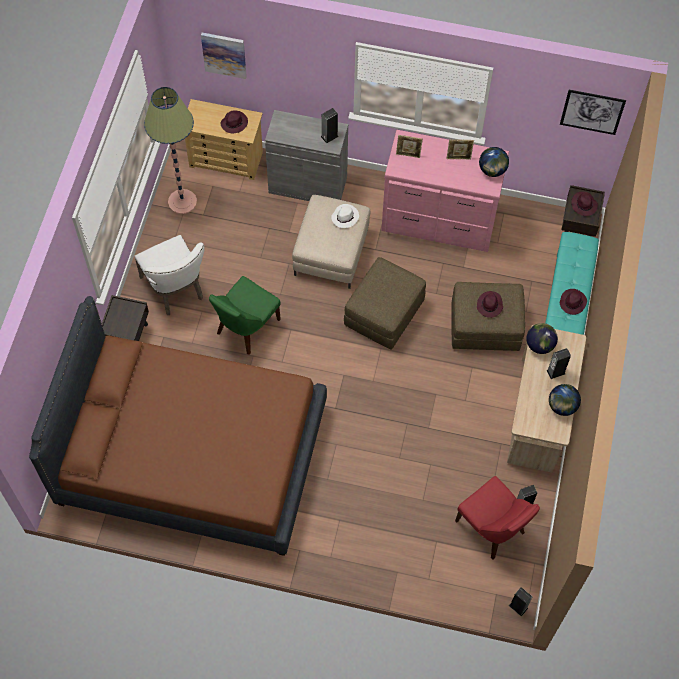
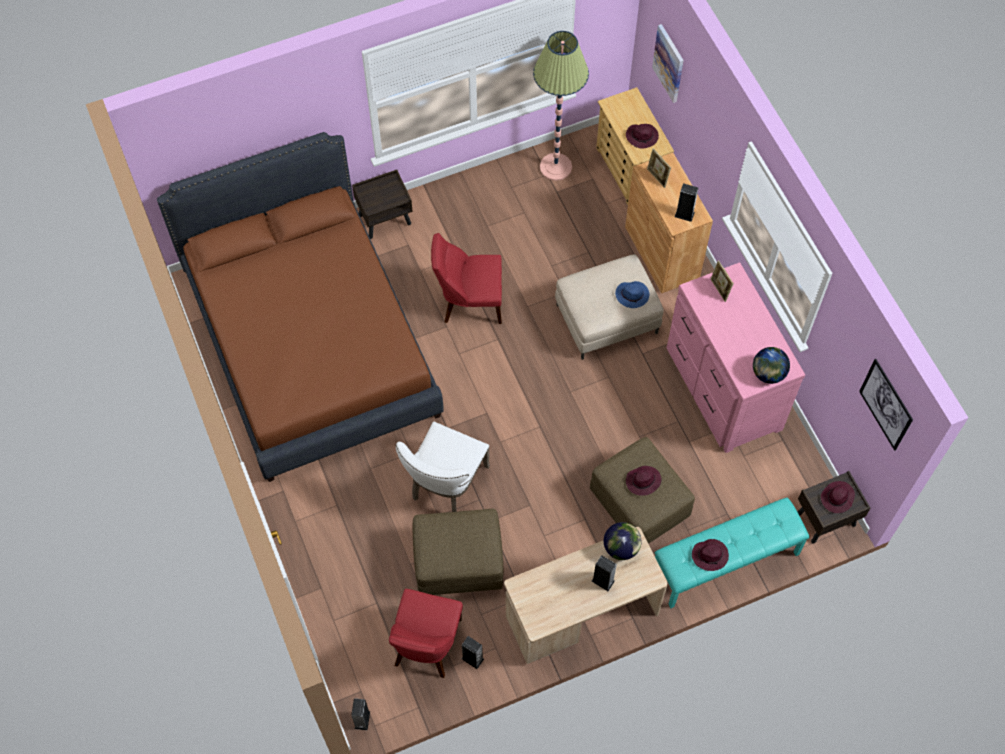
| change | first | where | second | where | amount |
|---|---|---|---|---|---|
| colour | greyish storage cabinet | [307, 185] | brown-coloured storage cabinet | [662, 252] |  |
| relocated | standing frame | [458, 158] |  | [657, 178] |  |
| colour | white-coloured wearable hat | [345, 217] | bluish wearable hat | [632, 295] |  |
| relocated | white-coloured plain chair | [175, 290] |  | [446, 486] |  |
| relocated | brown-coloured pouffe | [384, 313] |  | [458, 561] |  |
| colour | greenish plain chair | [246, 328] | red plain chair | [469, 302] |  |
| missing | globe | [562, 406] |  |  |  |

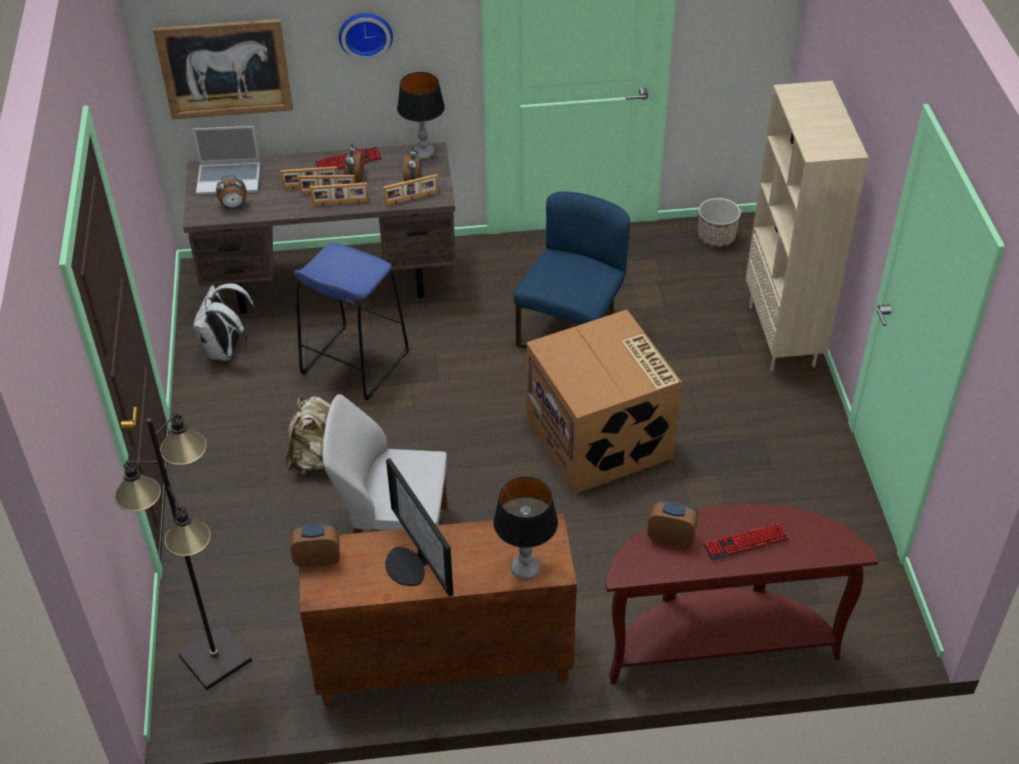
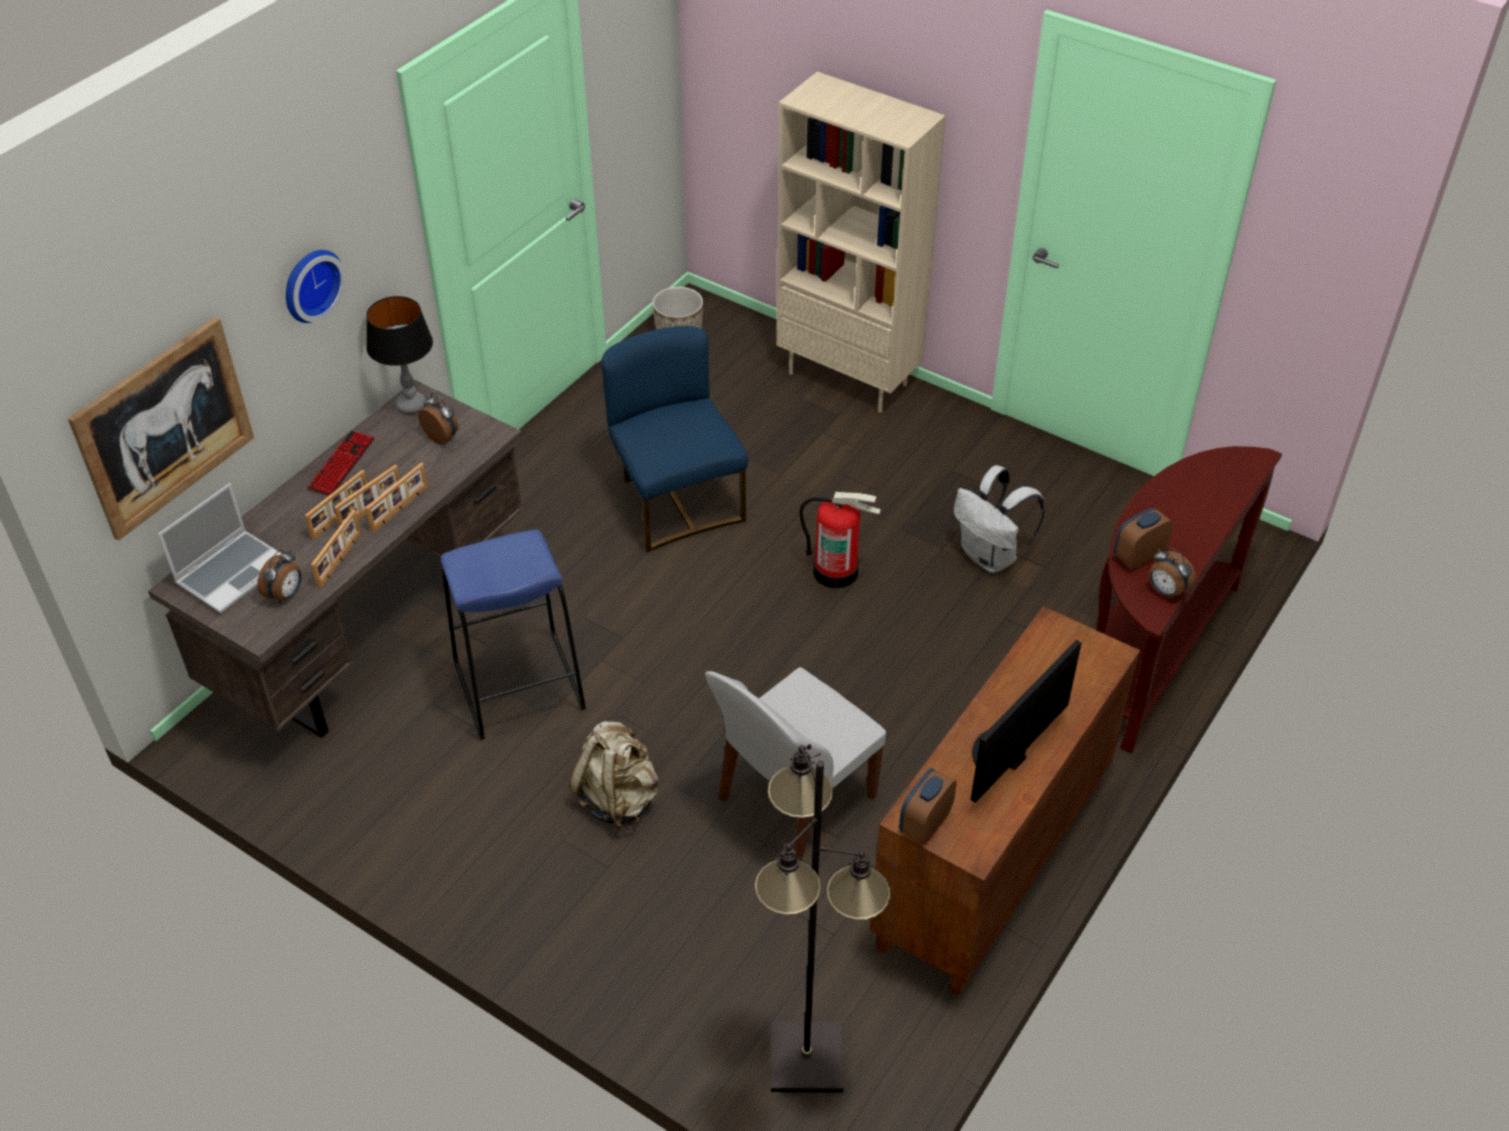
| change | first | where | second | where | amount |
|---|---|---|---|---|---|
| relocated | table clock | [355, 178] |  | [1166, 591] |  |
| relocated | standing frame | [412, 199] |  | [340, 560] |  |
| relocated | white-coloured rucksack | [226, 351] |  | [991, 557] |  |
| exchanged | packing box | [601, 439] | fire extinguisher | [836, 571] |  |
| spun | computer display | [411, 565] |  | [1003, 754] | 120 degrees clockwise |
| missing | lamp for a table | [525, 568] |  |  |  |
| missing | computer keyboard | [745, 543] |  |  |  |

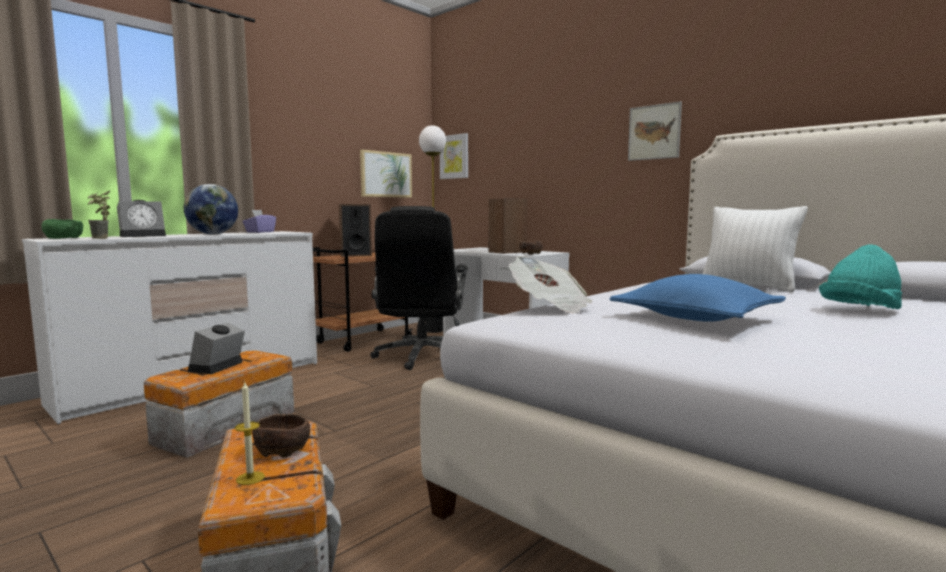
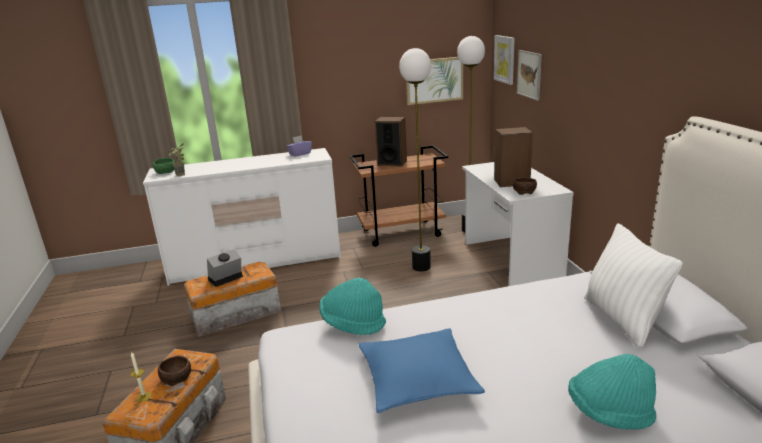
| change | first | where | second | where | amount |
|---|---|---|---|---|---|
| relocated | wall art | [654, 132] |  | [529, 74] |  |
| missing | globe | [212, 234] |  |  |  |
| missing | table clock | [144, 236] |  |  |  |
| exchanged | black-coloured office chair | [421, 357] | floor lamp | [421, 267] |  |
| exchanged | daily paper | [550, 306] | turquoise wearable hat | [353, 323] |  |

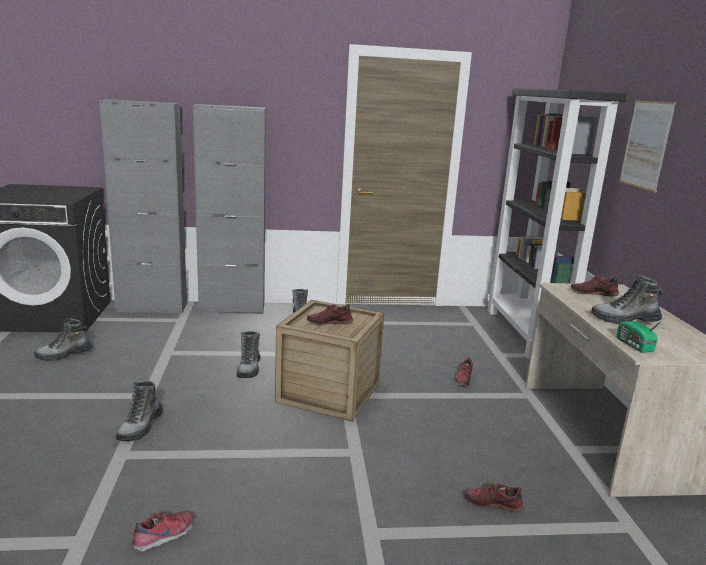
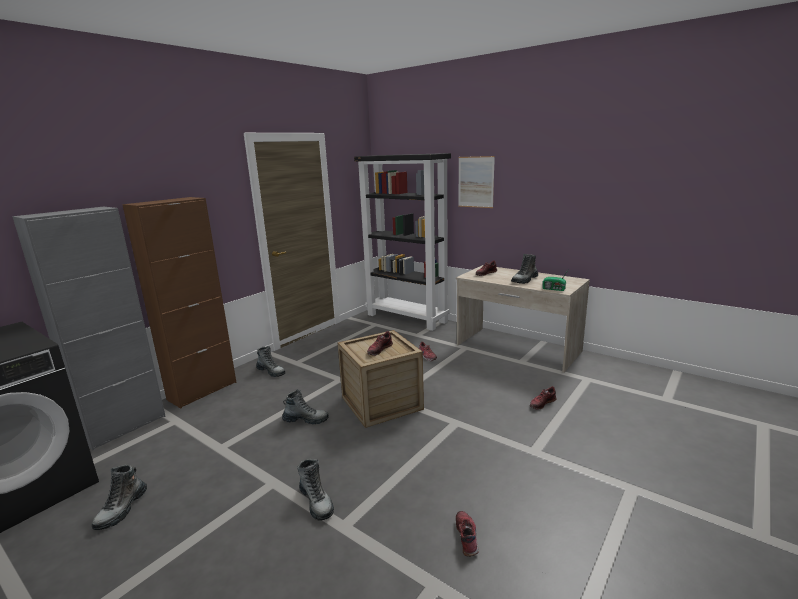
| change | first | where | second | where | amount |
|---|---|---|---|---|---|
| colour | greyish storage cabinet | [232, 308] | brown-coloured storage cabinet | [202, 391] |  |
| spun | tall boot | [249, 368] |  | [306, 420] | 45 degrees counterclockwise |

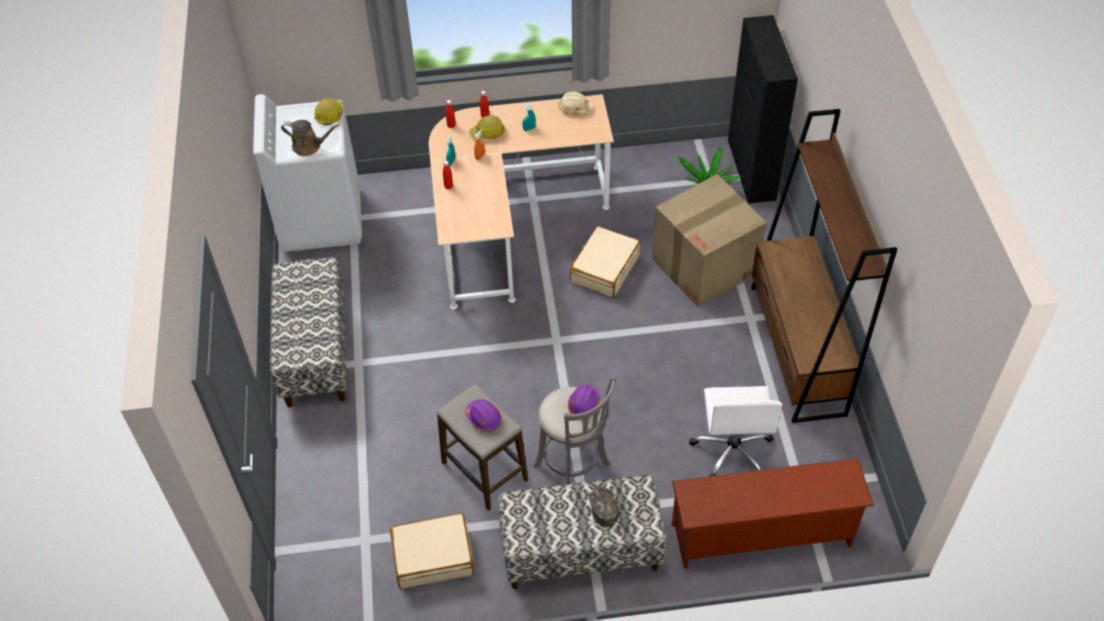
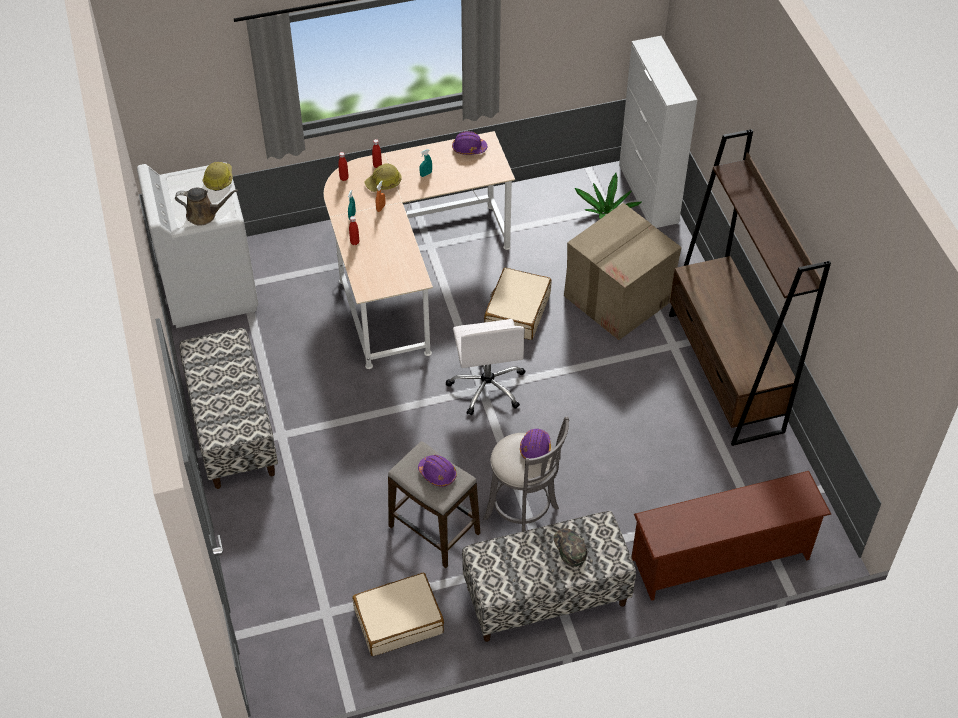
| change | first | where | second | where | amount |
|---|---|---|---|---|---|
| colour | black-coloured storage cabinet | [751, 170] | white-coloured storage cabinet | [648, 194] |  |
| colour | sand-coloured safety helmet | [575, 108] | purplish safety helmet | [469, 148] |  |
| relocated | white-coloured office chair | [732, 450] |  | [487, 386] |  |

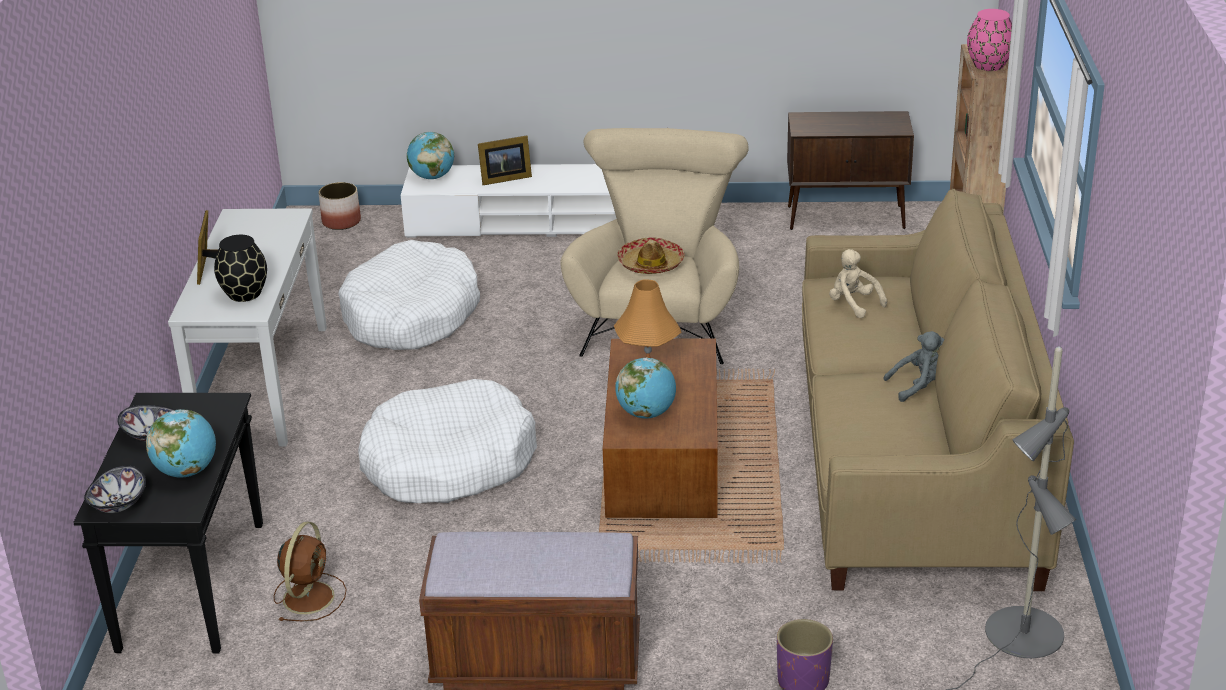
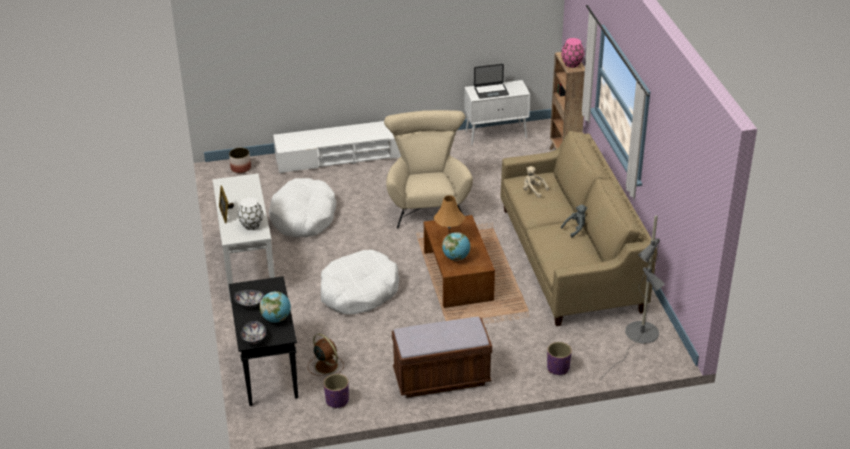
| change | first | where | second | where | amount |
|---|---|---|---|---|---|
| colour | brown-coloured storage cabinet | [847, 217] | white-coloured storage cabinet | [496, 135] |  |
| missing | globe | [432, 177] |  |  |  |
| missing | standing frame | [503, 178] |  |  |  |
| colour | black-coloured vase | [245, 293] | white-coloured vase | [252, 225] |  |
| missing | wearable hat | [651, 264] |  |  |  |
| spun | brown-coloured fan | [309, 596] |  | [325, 365] | 45 degrees counterclockwise |
| appeared |  |  | laptop | [491, 91] |  |
| appeared |  |  | purplish plant pot | [337, 401] |  |

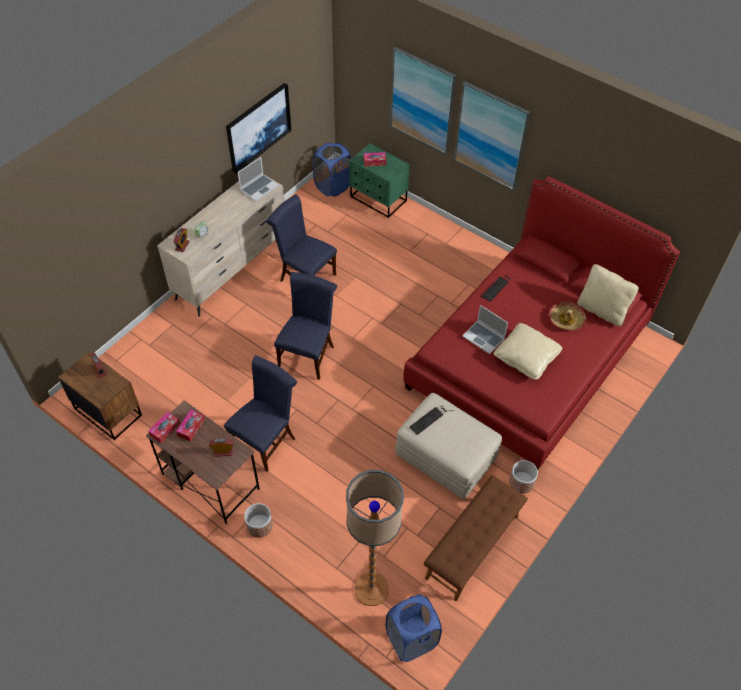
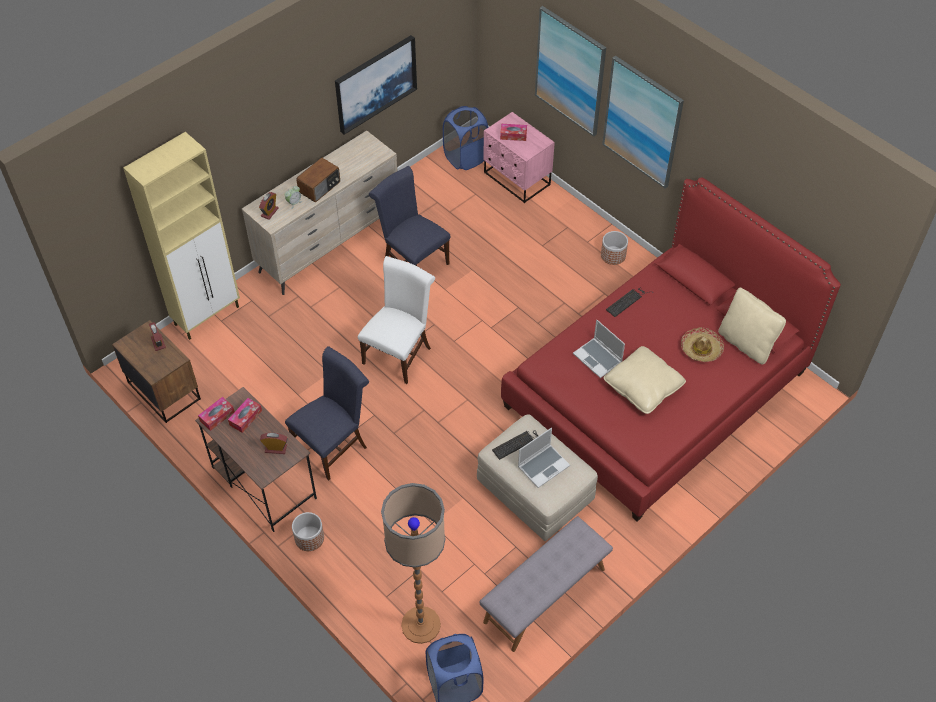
| change | first | where | second | where | amount |
|---|---|---|---|---|---|
| colour | greenish night table | [378, 199] | pink night table | [516, 179] |  |
| relocated | laptop | [259, 188] |  | [543, 466] |  |
| colour | bluish plain chair | [308, 354] | white-coloured plain chair | [399, 353] |  |
| relocated | plant pot | [521, 482] |  | [613, 255] |  |
| colour | brown-coloured long seat | [473, 547] | greyish long seat | [545, 596] |  |
| appeared |  |  | sand-coloured storage cabinet | [208, 315] |  |
| appeared |  |  | radio set | [320, 187] |  |

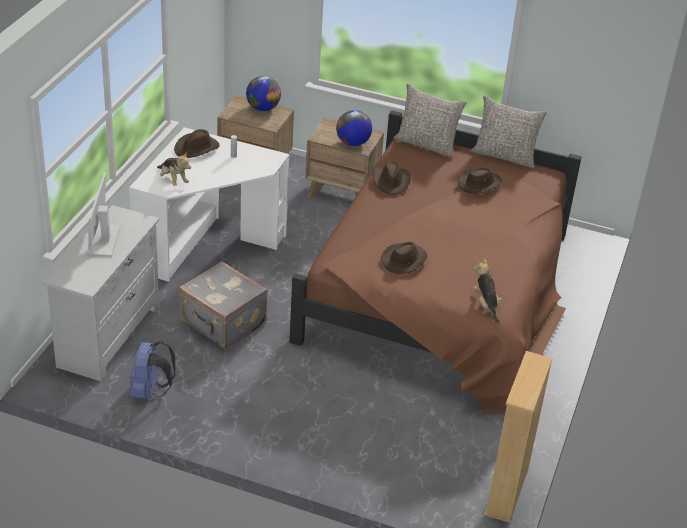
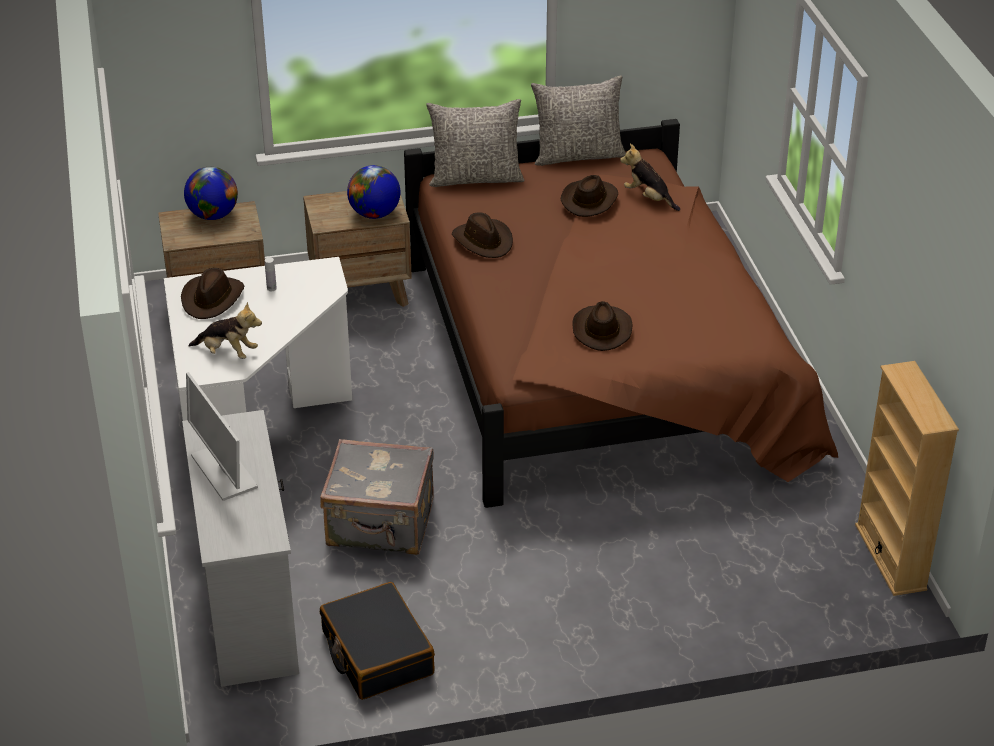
| change | first | where | second | where | amount |
|---|---|---|---|---|---|
| relocated | soft toy | [485, 304] |  | [648, 198] |  |
| exchanged | bluish rucksack | [150, 391] | black-coloured piece of luggage | [376, 653] |  |

